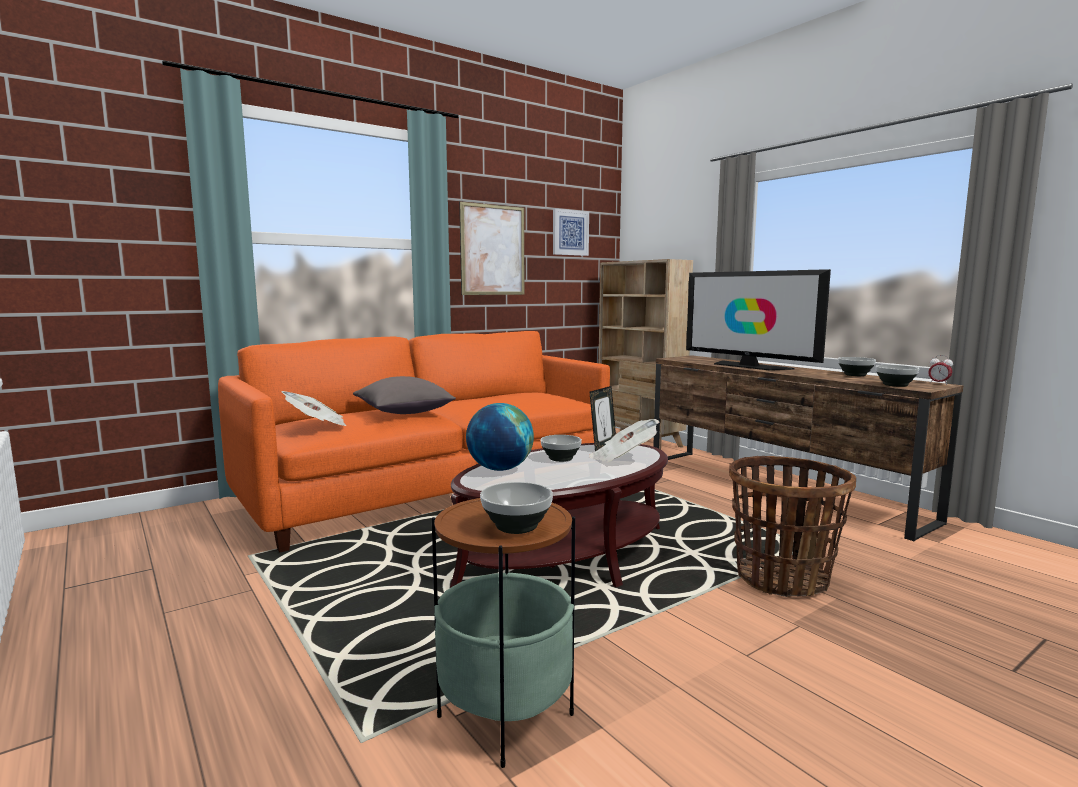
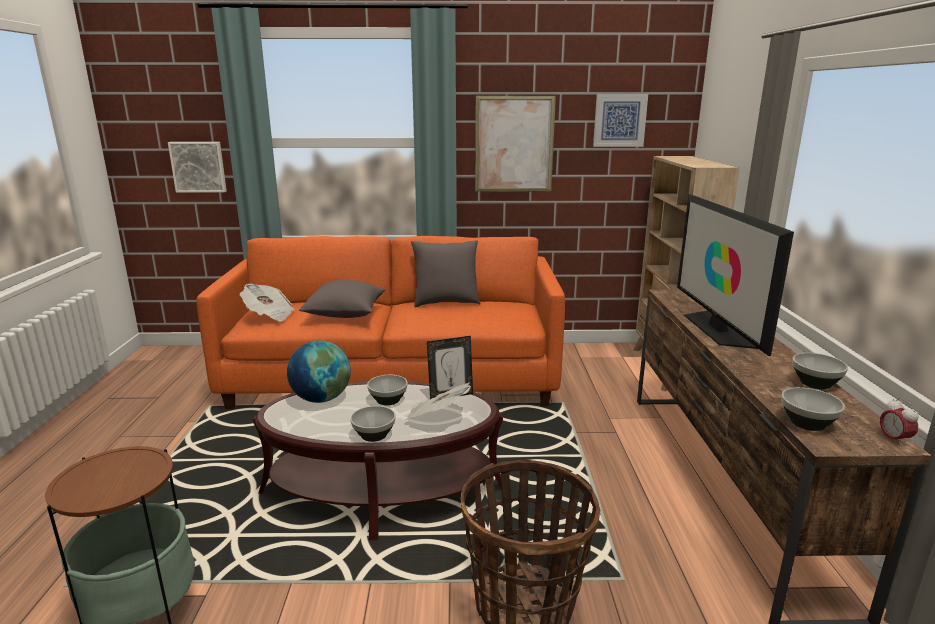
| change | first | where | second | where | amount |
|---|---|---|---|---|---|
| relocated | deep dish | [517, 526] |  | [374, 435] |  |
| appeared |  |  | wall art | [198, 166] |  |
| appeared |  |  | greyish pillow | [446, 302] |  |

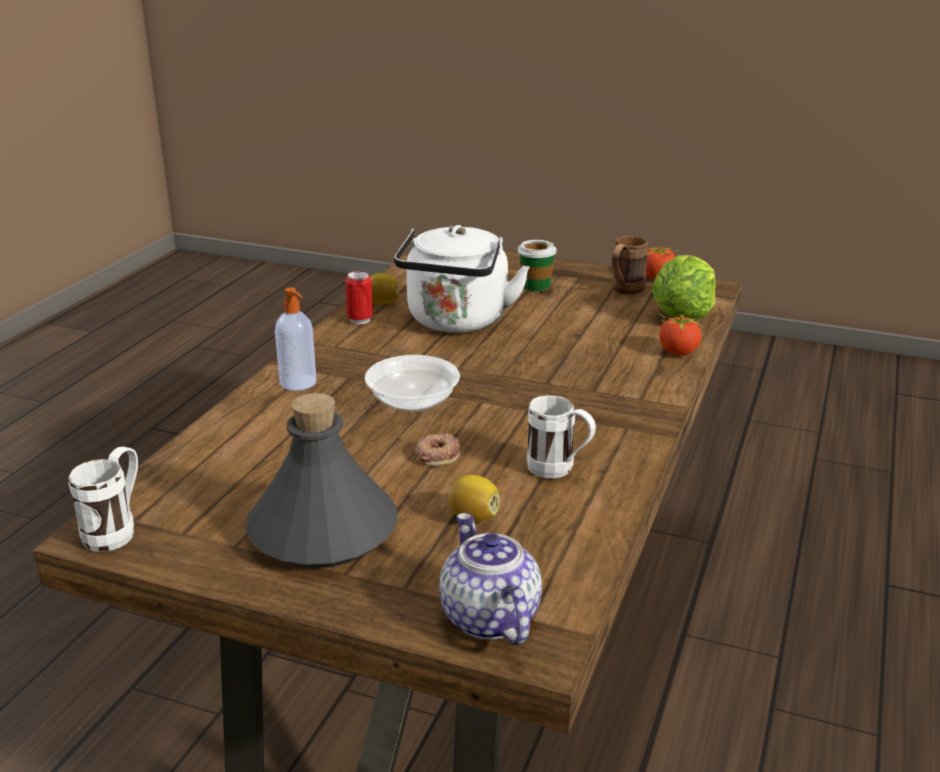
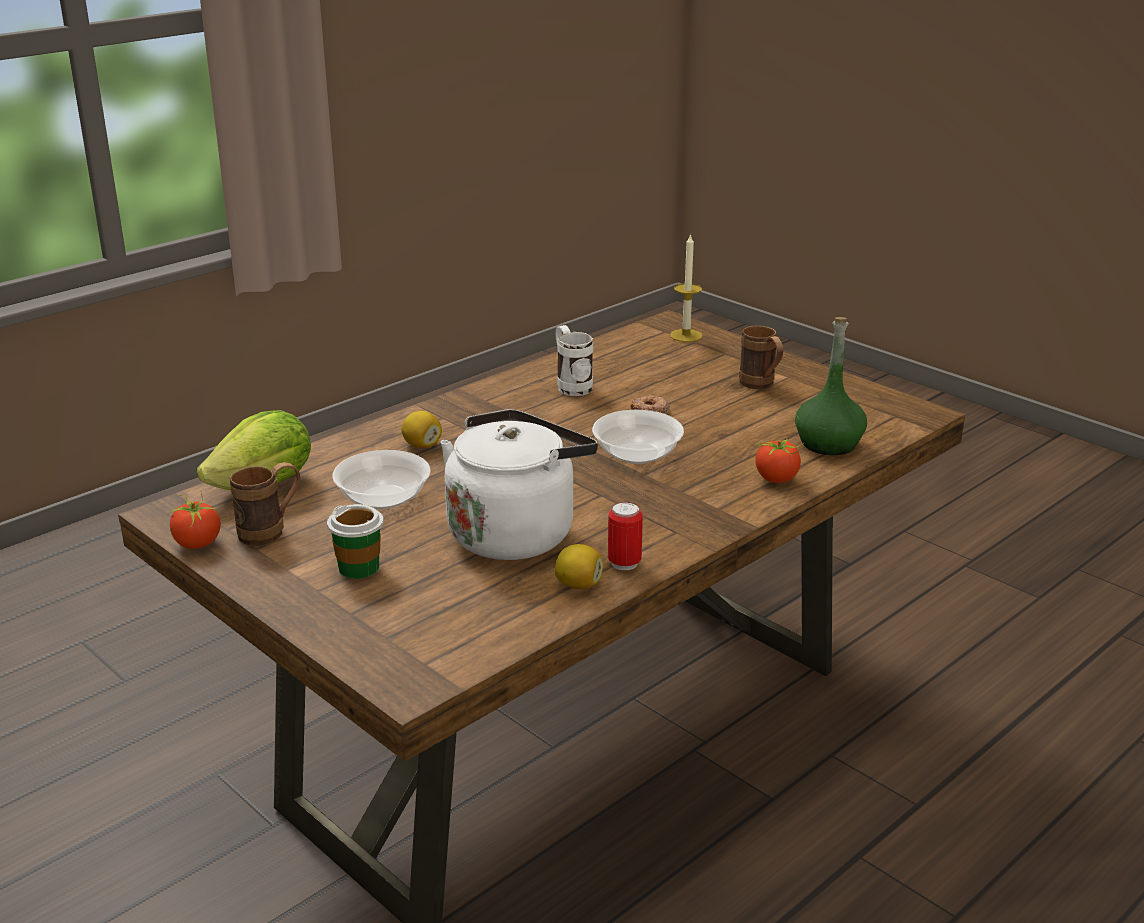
| change | first | where | second | where | amount |
|---|---|---|---|---|---|
| missing | soap bottle | [299, 383] |  |  |  |
| relocated | fresh tomato | [678, 352] |  | [777, 478] |  |
| exchanged | greyish beverage bottle | [323, 531] | brown-coloured coffee mug | [761, 385] |  |
| missing | white-coloured coffee mug | [117, 530] |  |  |  |
| relocated | citrus fruit | [474, 517] |  | [422, 445] |  |
| exchanged | teapot | [488, 617] | wax light | [686, 335] |  |
| appeared |  |  | greenish beverage bottle | [828, 443] |  |
| appeared |  |  | deep dish | [383, 499] |  |

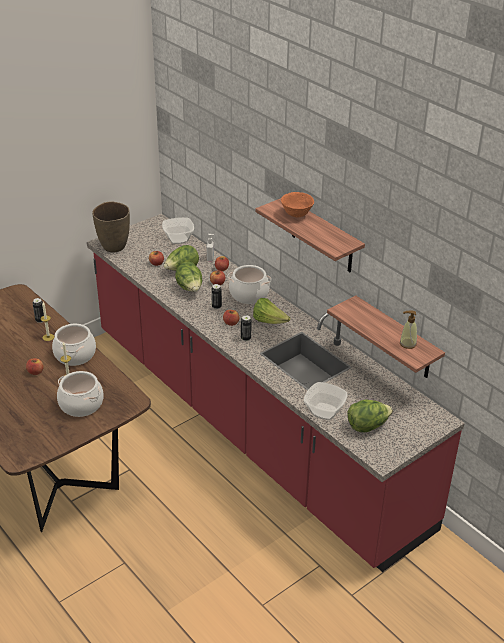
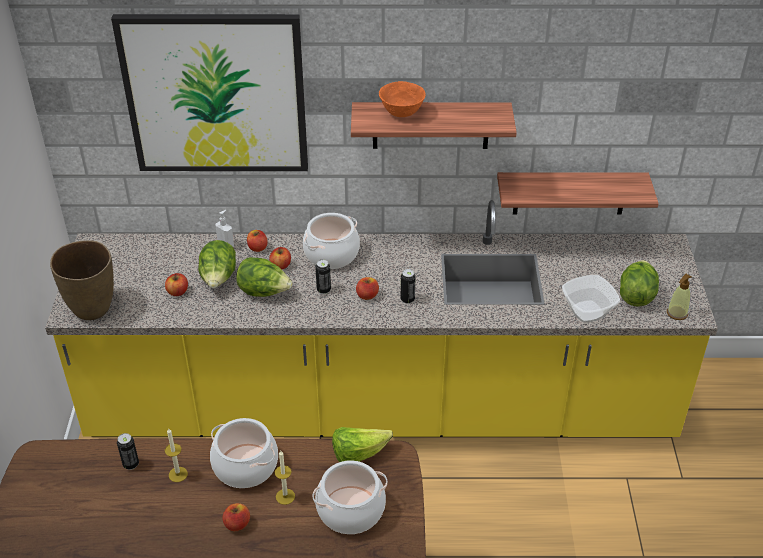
| change | first | where | second | where | amount |
|---|---|---|---|---|---|
| colour | red kitchen base unit | [250, 424] | yellow kitchen base unit | [381, 407] |  |
| missing | deep dish | [178, 239] |  |  |  |
| relocated | lettuce head | [269, 321] |  | [358, 454] |  |
| relocated | soap bottle | [407, 344] |  | [677, 313] |  |
| appeared |  |  | wall art | [215, 94] |  |

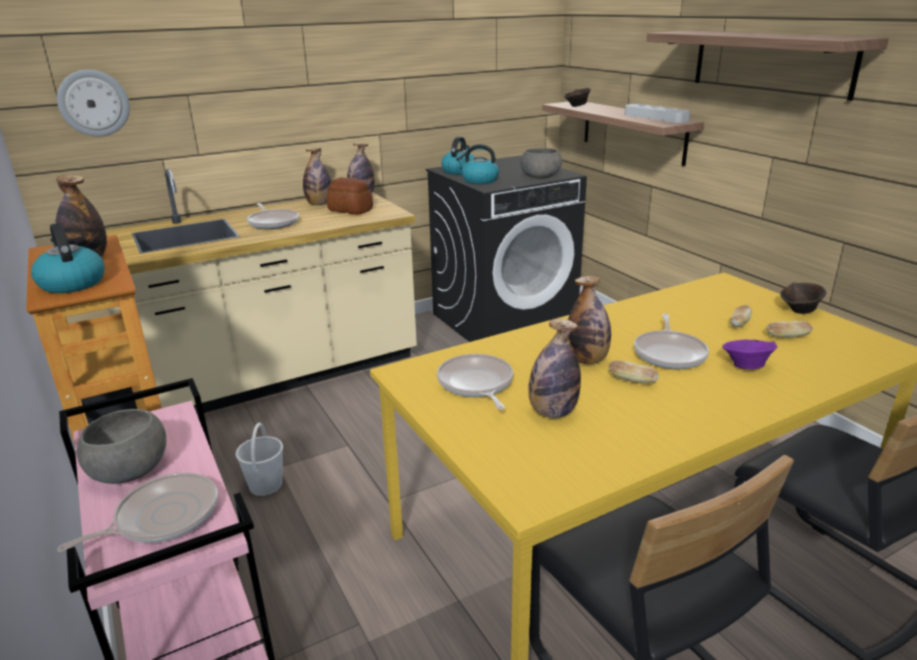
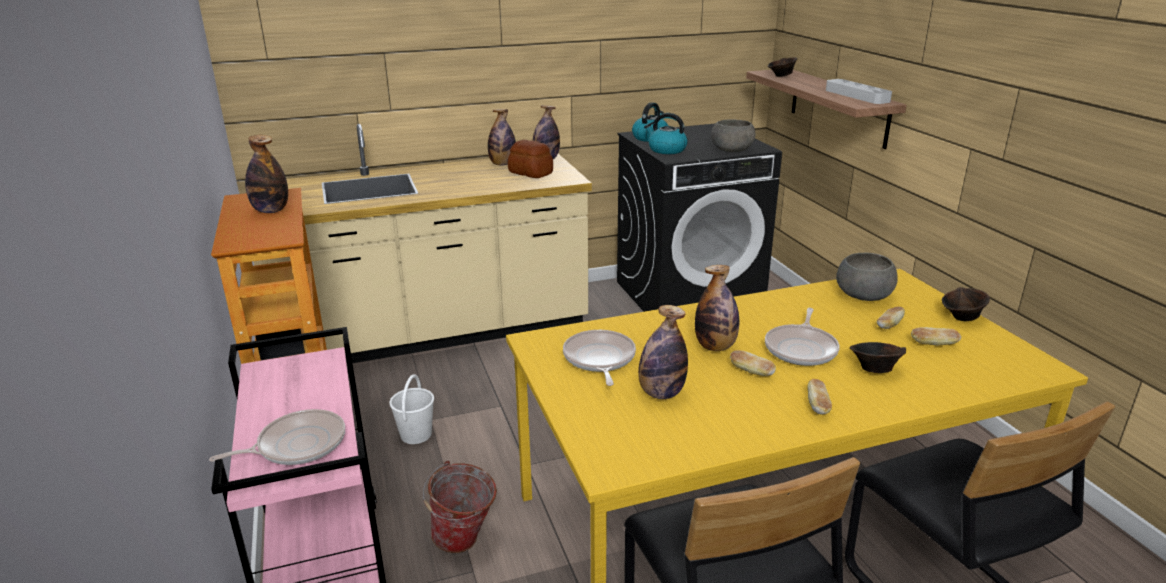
| change | first | where | second | where | amount |
|---|---|---|---|---|---|
| missing | shelf | [770, 62] |  |  |  |
| missing | hanging clock | [94, 103] |  |  |  |
| missing | frying pan | [273, 222] |  |  |  |
| missing | water kettle | [72, 283] |  |  |  |
| colour | purplish deep dish | [745, 366] | brown-coloured deep dish | [873, 369] |  |
| relocated | greyish deep dish | [129, 469] |  | [863, 295] |  |
| appeared |  |  | bakery bread | [818, 405] |  |
| appeared |  |  | water bucket | [464, 543] |  |

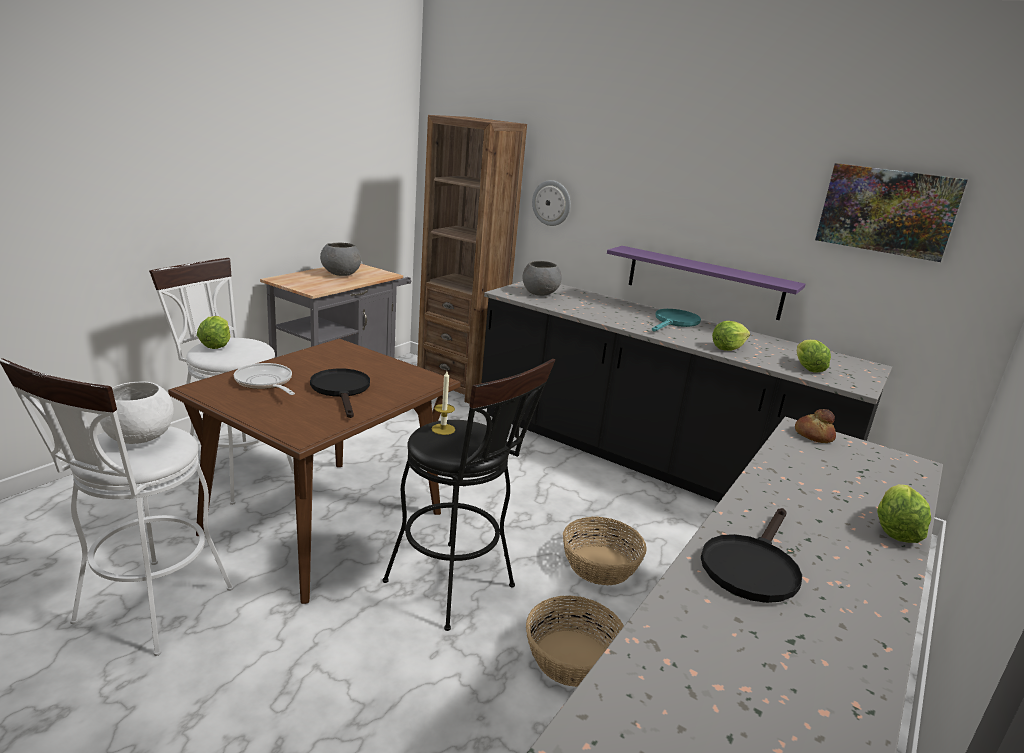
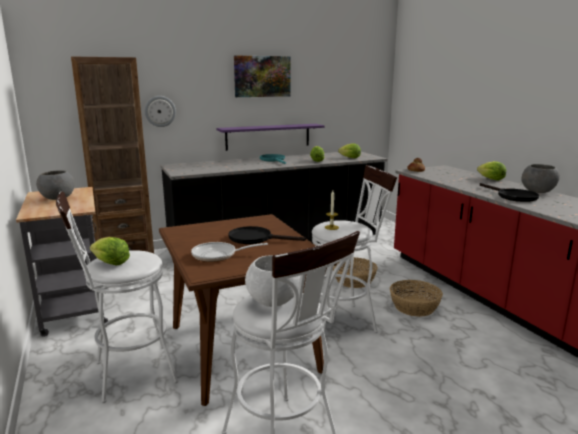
| change | first | where | second | where | amount |
|---|---|---|---|---|---|
| relocated | wall art | [887, 211] |  | [262, 76] |  |
| relocated | greyish deep dish | [540, 294] |  | [538, 191] |  |
| colour | black-coloured sitting stool | [457, 588] | white-coloured sitting stool | [345, 321] |  |

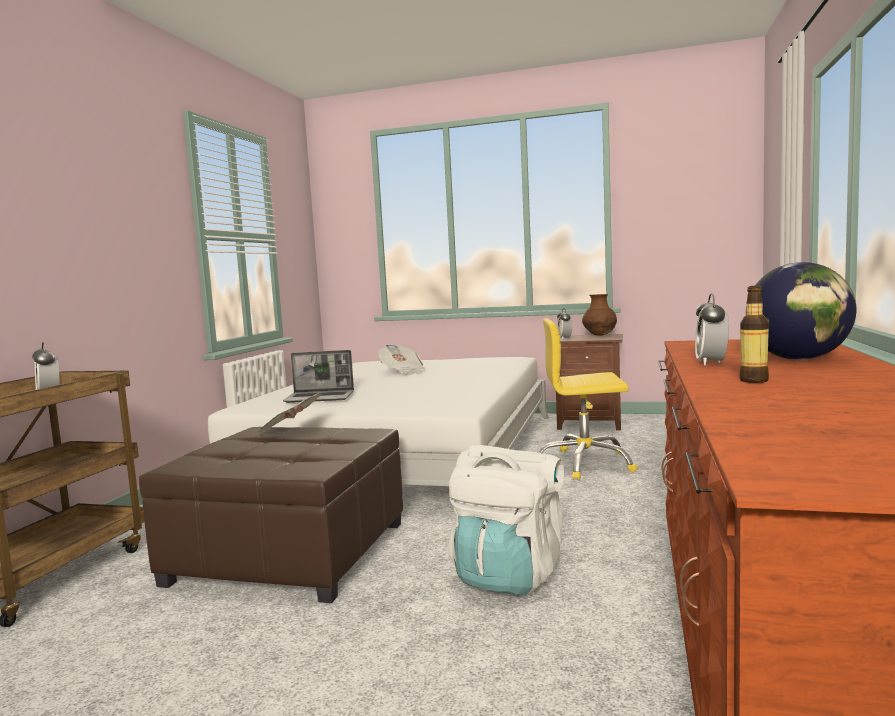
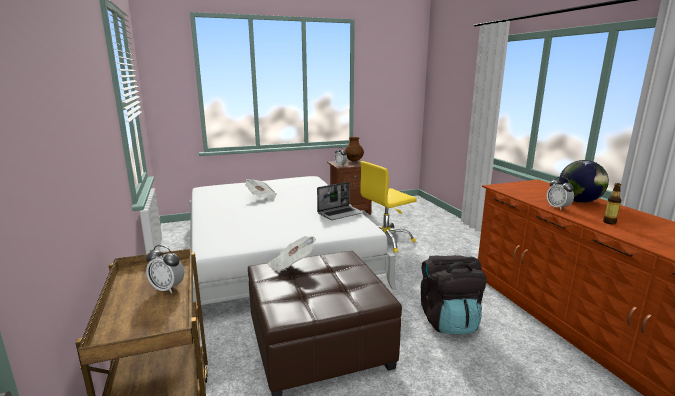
| change | first | where | second | where | amount |
|---|---|---|---|---|---|
| relocated | laptop | [320, 398] |  | [340, 213] |  |
| colour | white-coloured rucksack | [509, 575] | black-coloured rucksack | [449, 320] |  |

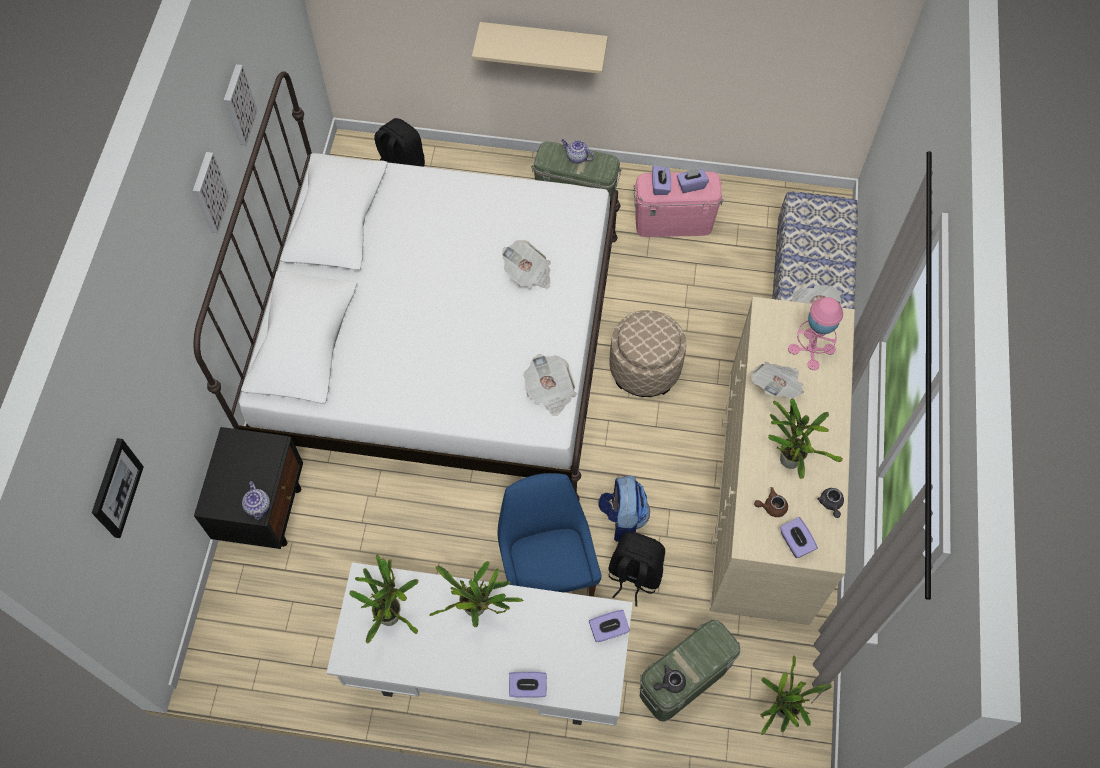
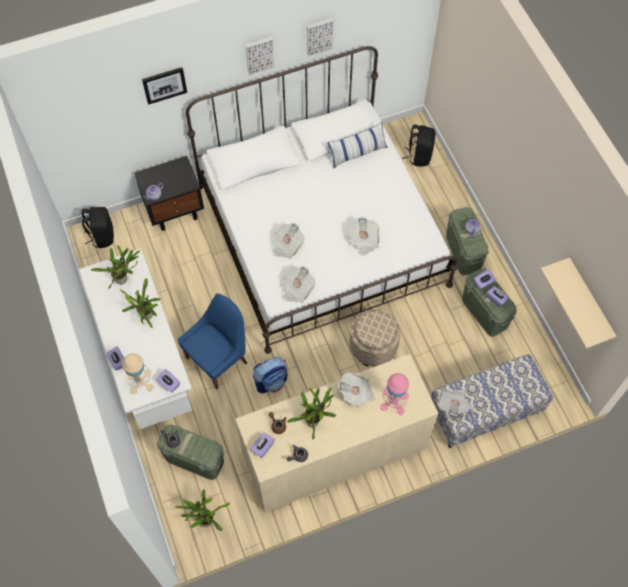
| change | first | where | second | where | amount |
|---|---|---|---|---|---|
| relocated | sand-coloured shelf | [543, 42] |  | [589, 302] |  |
| colour | pink storage box | [673, 222] | greenish storage box | [484, 312] |  |
| relocated | wall art | [115, 488] |  | [164, 84] |  |
| relocated | black-coloured rucksack | [634, 575] |  | [102, 236] |  |
| appeared |  |  | pillow | [357, 153] |  |
| appeared |  |  | daily paper | [287, 246] |  |
| appeared |  |  | sand-coloured lamp for a table | [140, 381] |  |

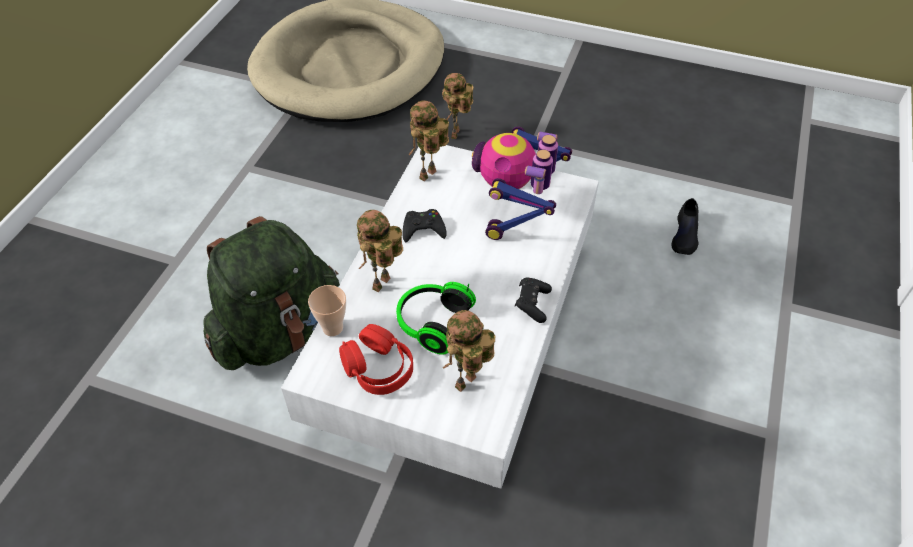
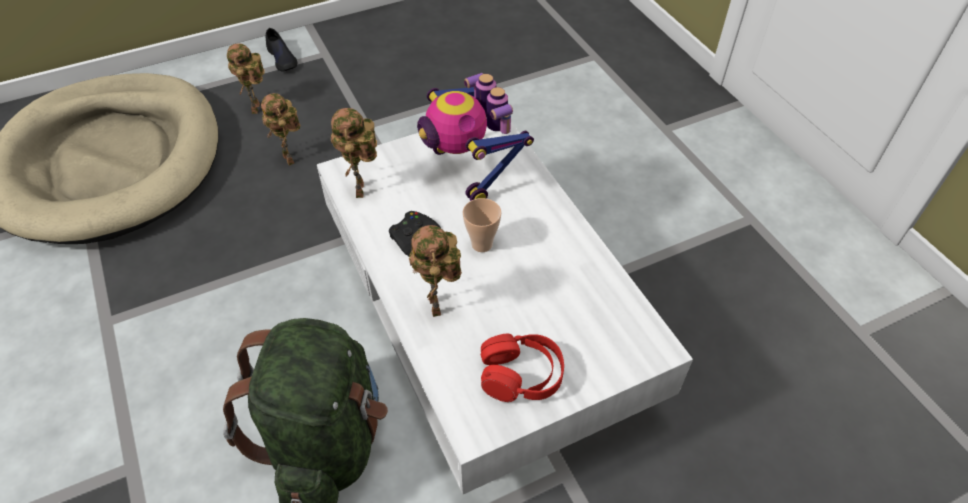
| change | first | where | second | where | amount |
|---|---|---|---|---|---|
| relocated | black-coloured low shoe | [685, 235] |  | [282, 59] |  |
| missing | black-coloured game controller | [532, 304] |  |  |  |
| missing | headset | [431, 323] |  |  |  |
| relocated | small cup | [332, 328] |  | [482, 244] |  |
| relocated | model robot | [466, 385] |  | [257, 109] |  |

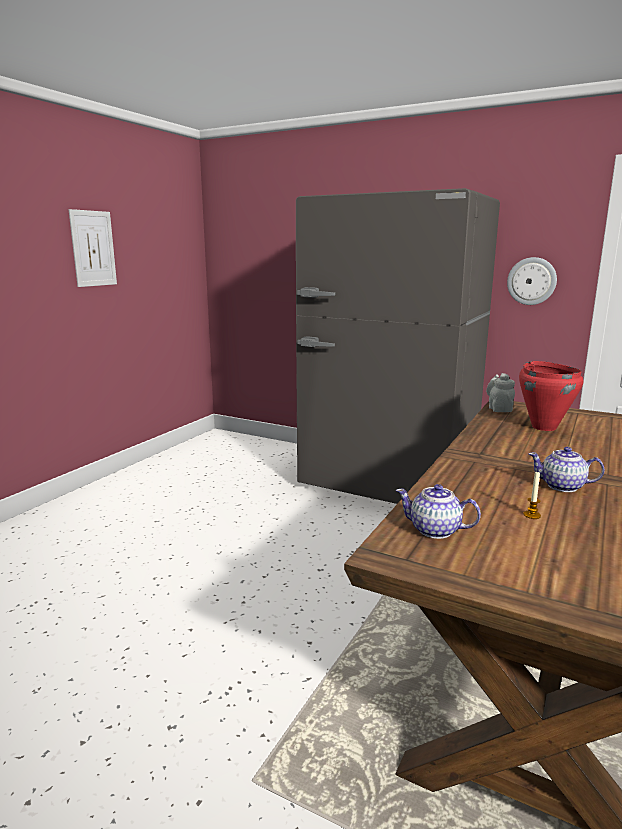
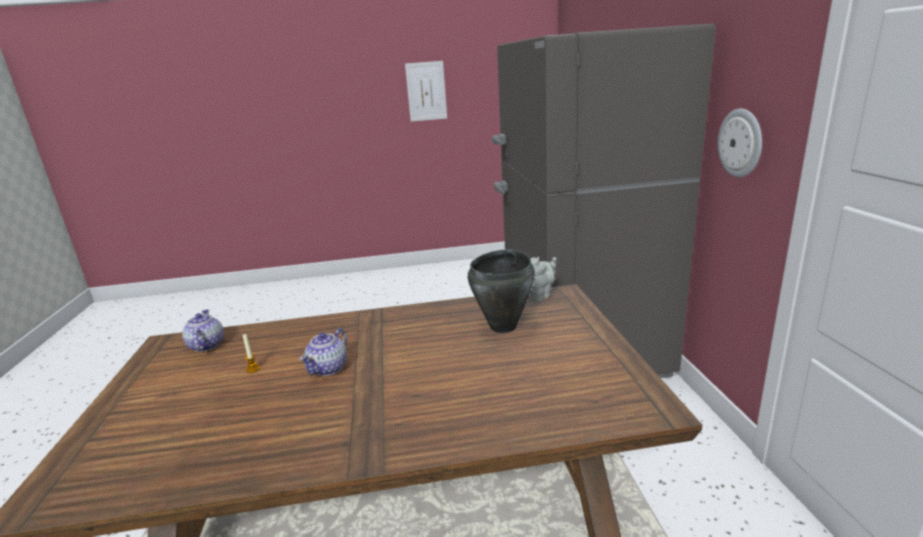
| change | first | where | second | where | amount |
|---|---|---|---|---|---|
| colour | red saucepot | [544, 427] | black-coloured saucepot | [504, 326] |  |
| spun | teapot | [563, 486] |  | [329, 368] | 135 degrees counterclockwise |

